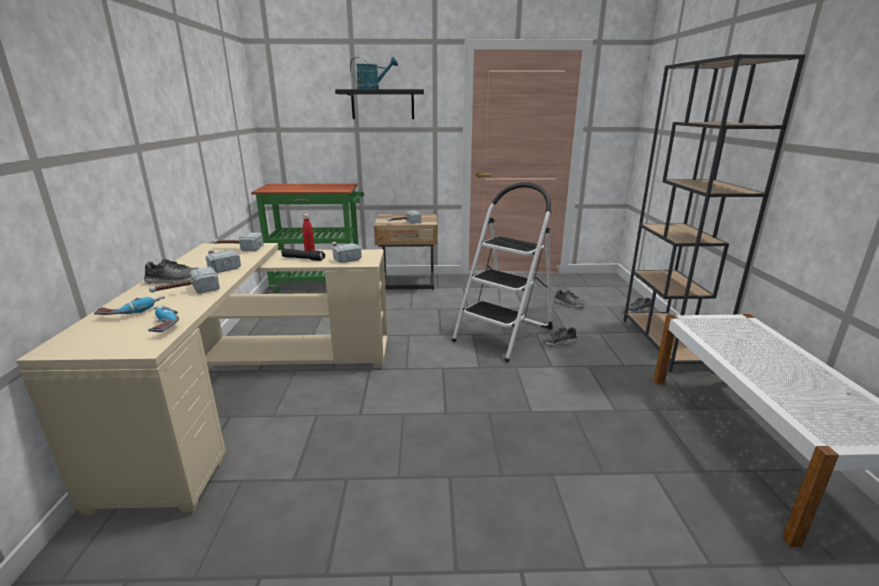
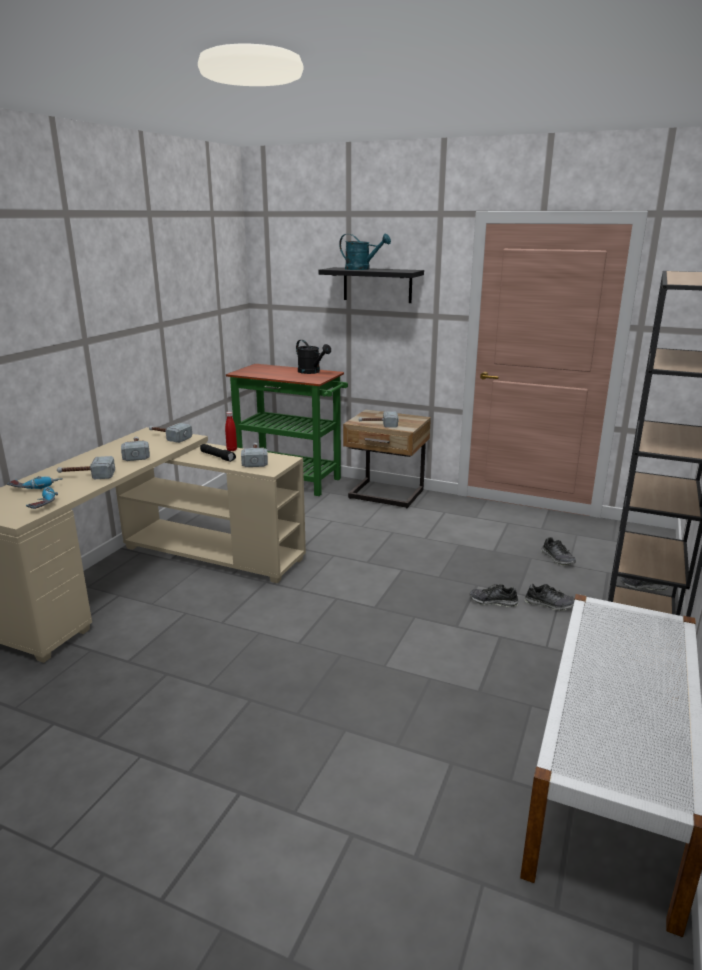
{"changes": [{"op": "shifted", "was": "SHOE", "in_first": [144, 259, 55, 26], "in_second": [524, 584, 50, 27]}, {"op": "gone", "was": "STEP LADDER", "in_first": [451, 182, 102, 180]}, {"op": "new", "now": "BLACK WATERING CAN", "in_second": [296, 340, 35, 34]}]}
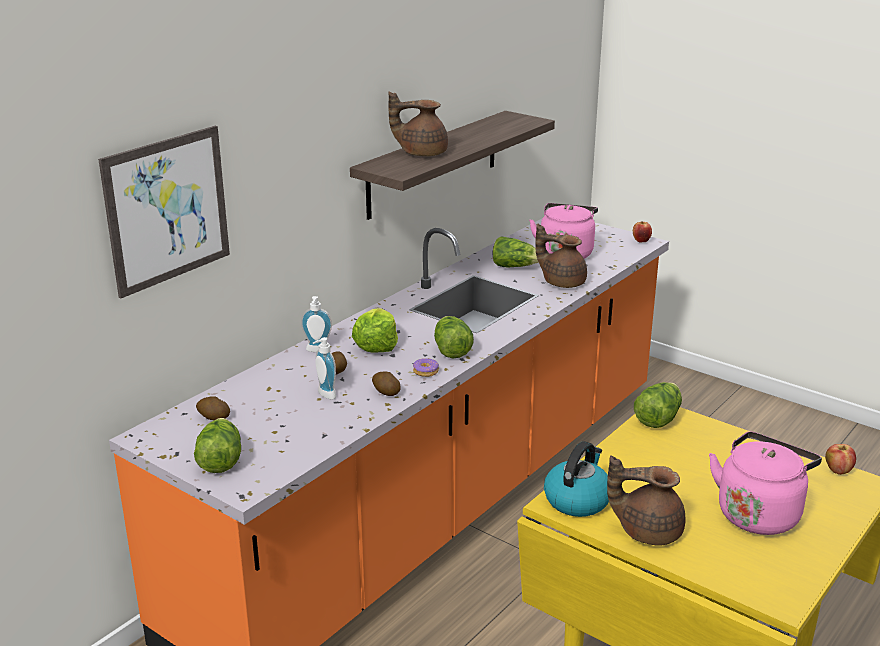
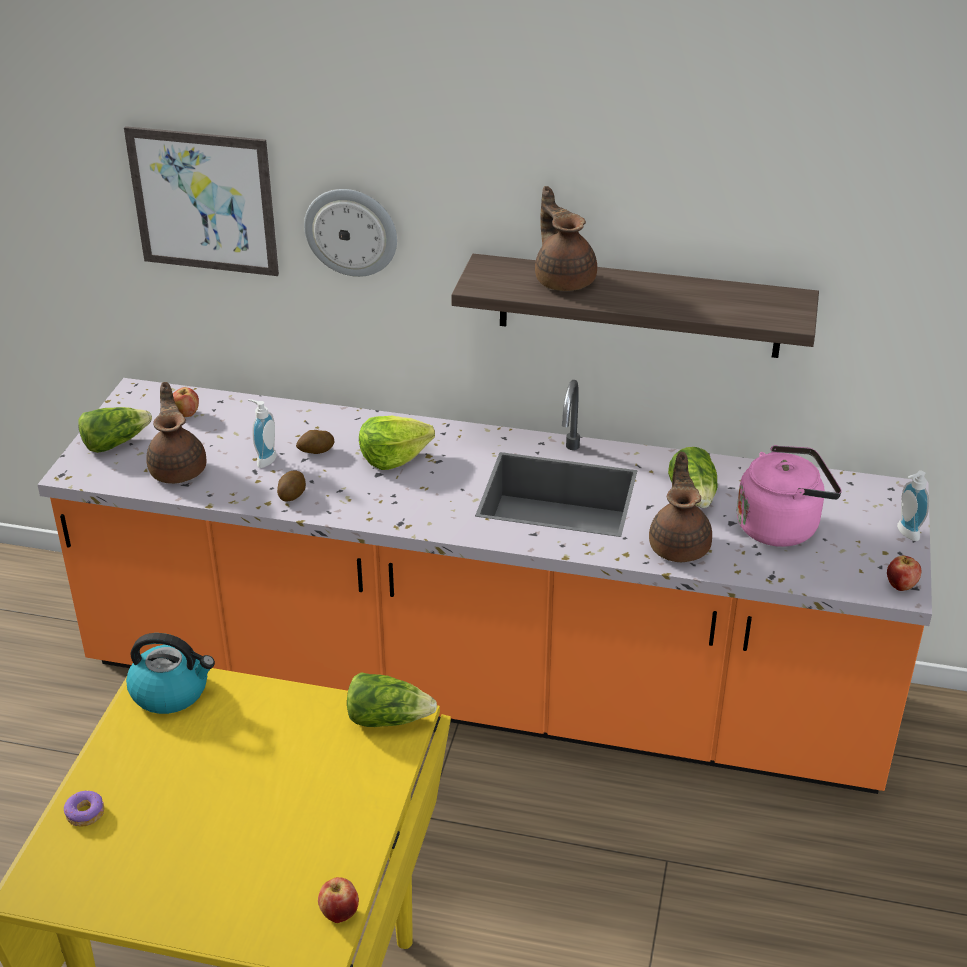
{"changes": [{"op": "swapped", "was": "POTATO", "now": "APPLE", "in_first": [196, 396, 34, 24], "in_second": [173, 387, 26, 30]}, {"op": "shifted", "was": "SOAP DISPENSER", "in_first": [301, 296, 31, 56], "in_second": [897, 471, 32, 70]}, {"op": "shifted", "was": "DONUT", "in_first": [413, 358, 26, 19], "in_second": [64, 790, 40, 36]}, {"op": "gone", "was": "LETTUCE", "in_first": [434, 316, 40, 42]}, {"op": "shifted", "was": "BROWN TEAPOT", "in_first": [607, 456, 79, 90], "in_second": [146, 382, 60, 102]}, {"op": "gone", "was": "PINK KETTLE", "in_first": [709, 431, 113, 104]}, {"op": "new", "now": "WALL CLOCK", "in_second": [304, 189, 93, 88]}]}
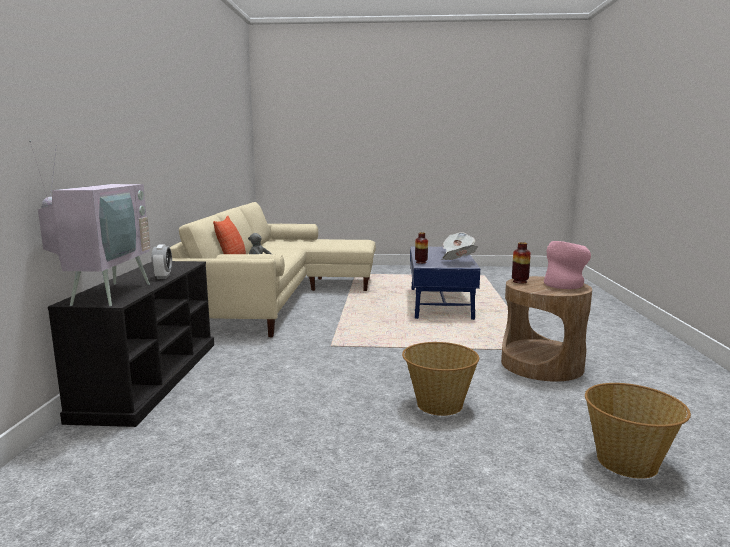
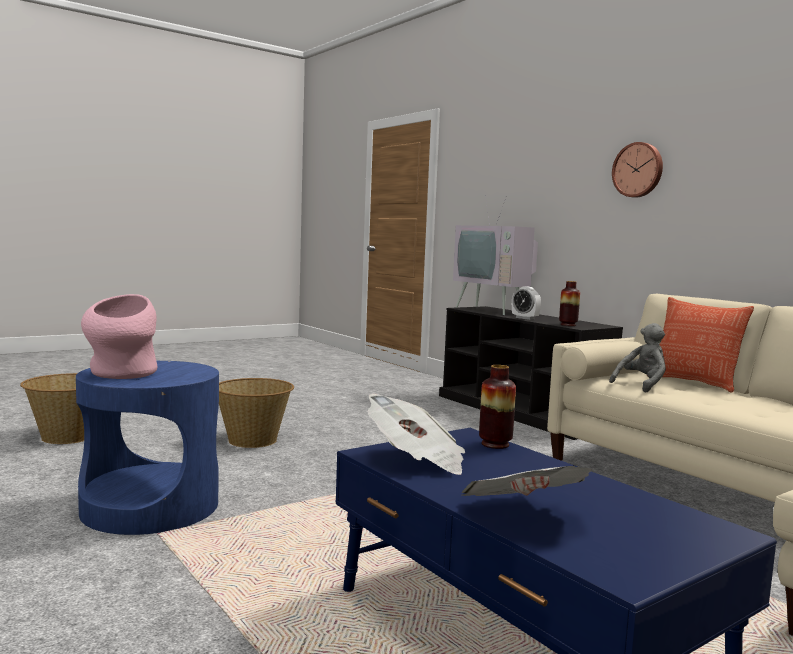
{"changes": [{"op": "repainted", "was": "BROWN SIDE TABLE", "now": "BLUE SIDE TABLE", "in_first": [501, 276, 91, 106], "in_second": [76, 361, 143, 174]}, {"op": "shifted", "was": "VASE", "in_first": [512, 242, 19, 41], "in_second": [559, 281, 21, 45]}, {"op": "new", "now": "WALL CLOCK", "in_second": [612, 142, 51, 56]}]}
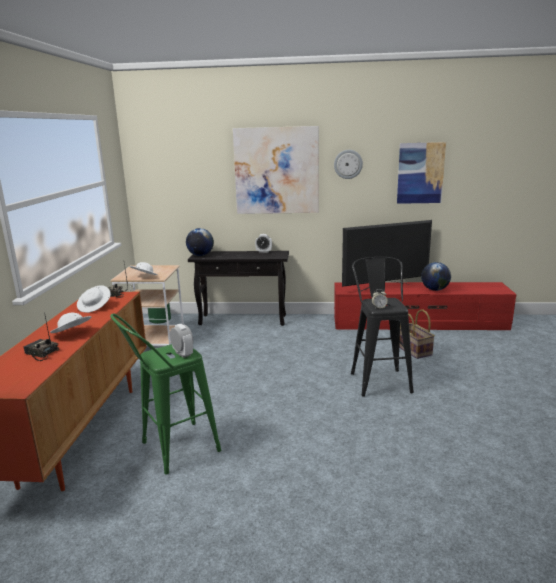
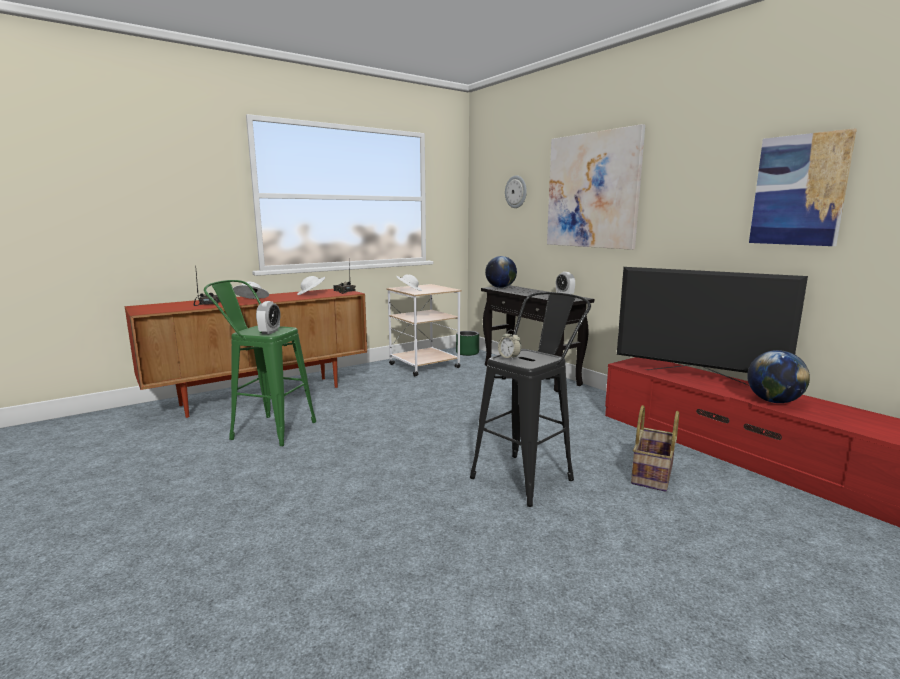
{"changes": [{"op": "shifted", "was": "WALL CLOCK", "in_first": [334, 150, 29, 29], "in_second": [505, 175, 22, 33]}]}
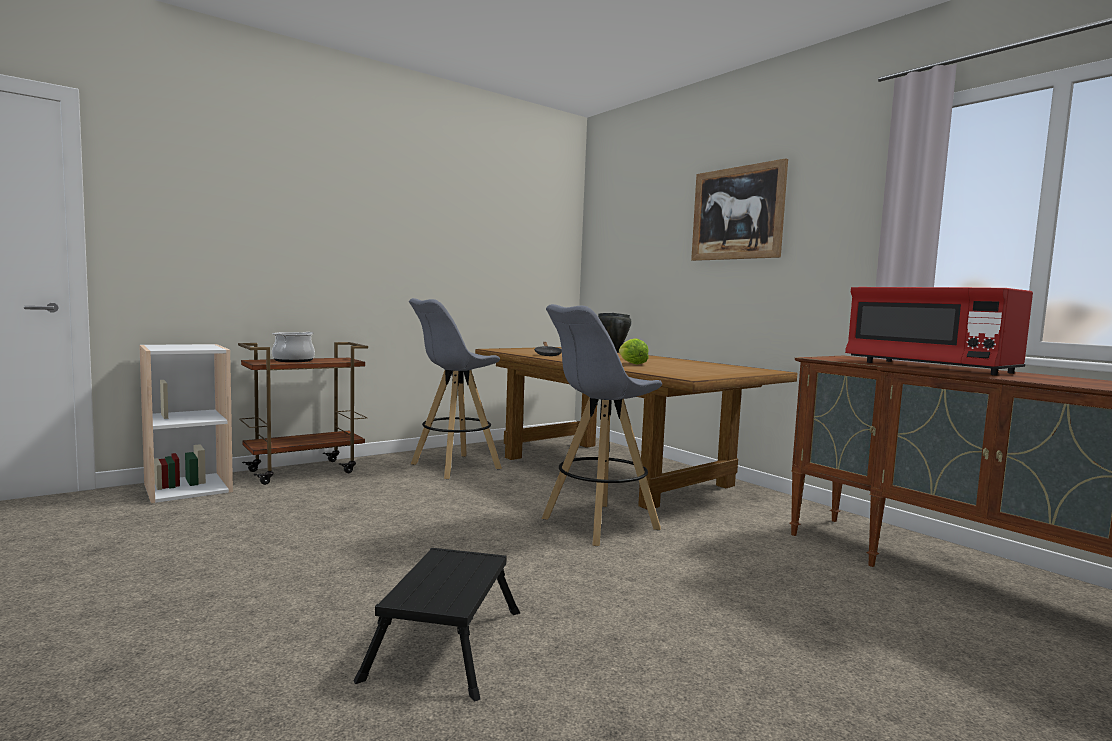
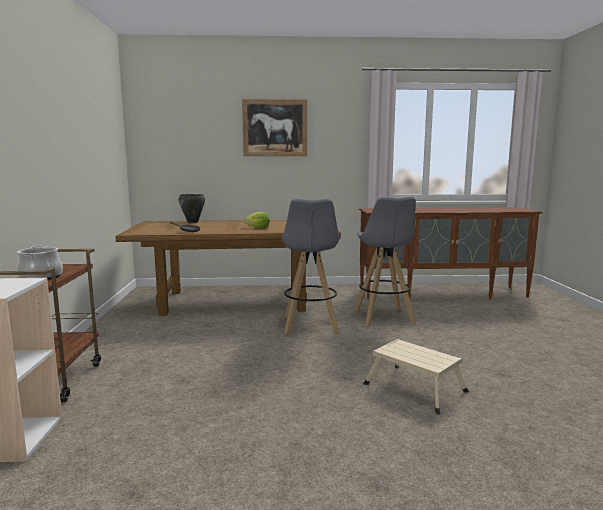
{"changes": [{"op": "repainted", "was": "BLACK STEP LADDER", "now": "BEIGE STEP LADDER", "in_first": [354, 548, 166, 154], "in_second": [363, 339, 106, 75]}, {"op": "shifted", "was": "GREY STOOL", "in_first": [409, 298, 93, 181], "in_second": [354, 196, 62, 130]}, {"op": "gone", "was": "RED MICROWAVE", "in_first": [845, 287, 188, 88]}]}
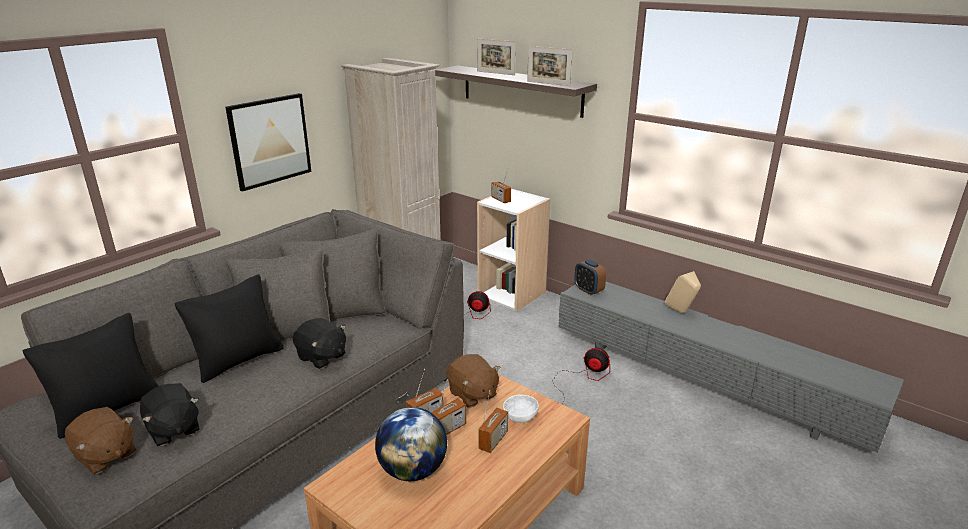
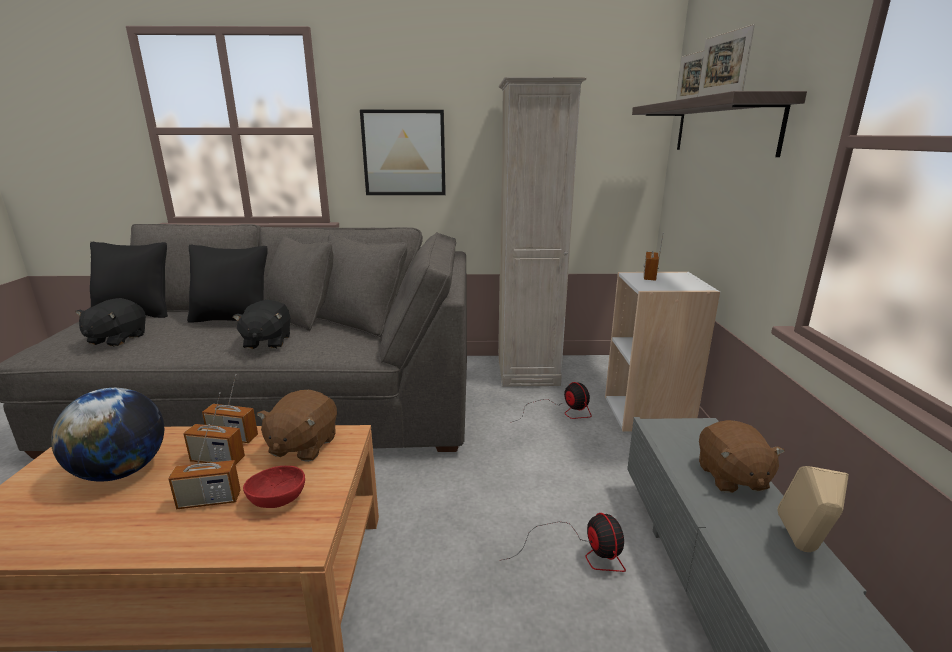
{"changes": [{"op": "shifted", "was": "BROWN PLUSH TOY", "in_first": [65, 407, 71, 68], "in_second": [699, 420, 86, 73]}, {"op": "repainted", "was": "WHITE BOWL", "now": "RED BOWL", "in_first": [503, 394, 36, 29], "in_second": [243, 466, 62, 42]}, {"op": "gone", "was": "ALARM CLOCK", "in_first": [574, 260, 32, 35]}]}
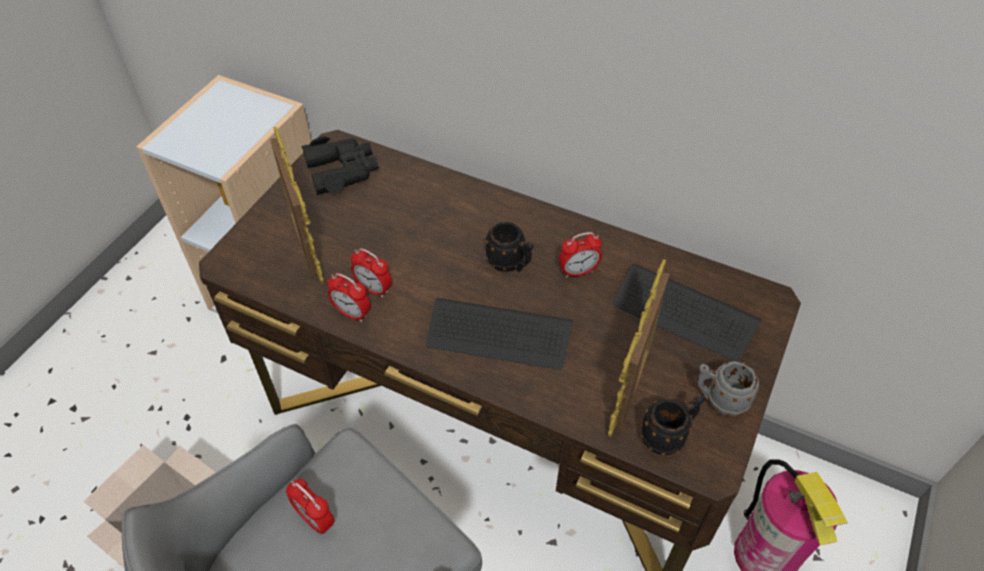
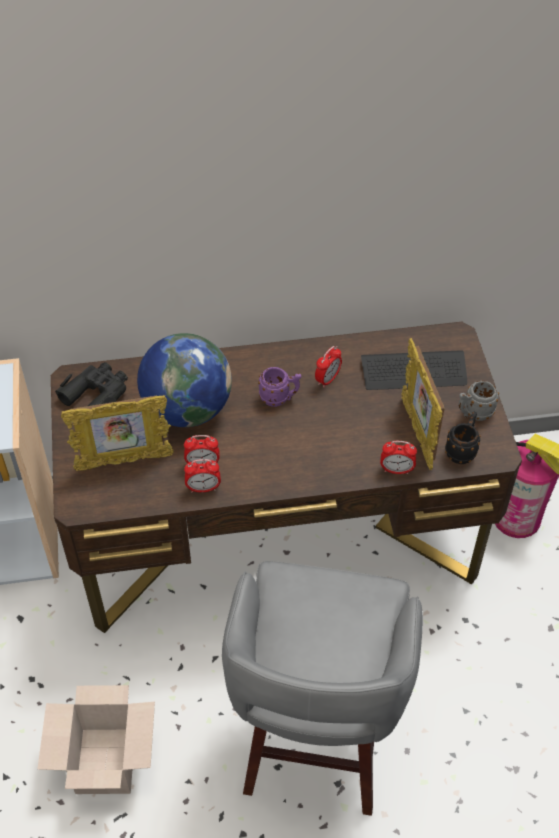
{"changes": [{"op": "rotated", "was": "PICTURE FRAME", "in_first": [270, 127, 54, 157], "in_second": [61, 395, 113, 76], "clockwise": 135}, {"op": "shifted", "was": "ALARM CLOCK", "in_first": [286, 479, 48, 56], "in_second": [380, 441, 37, 33]}, {"op": "gone", "was": "KEYBOARD", "in_first": [426, 298, 147, 72]}, {"op": "repainted", "was": "BLACK MUG", "now": "PURPLE MUG", "in_first": [485, 222, 49, 50], "in_second": [258, 367, 43, 40]}, {"op": "new", "now": "GLOBE", "in_second": [137, 333, 95, 94]}]}
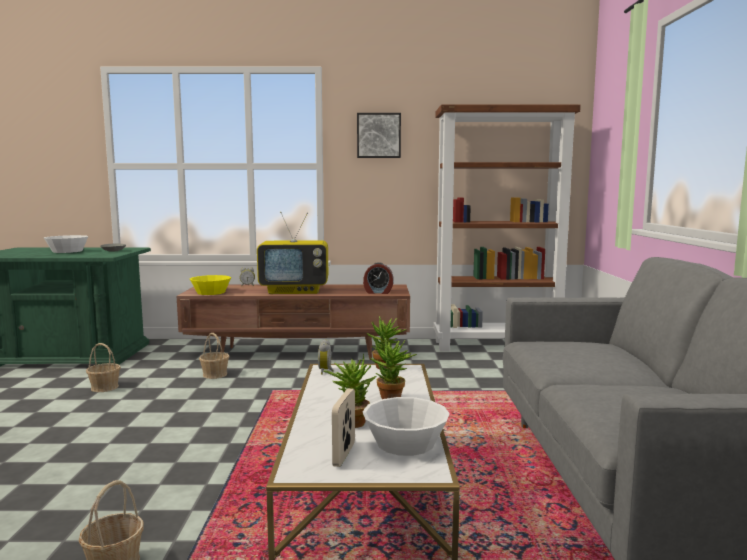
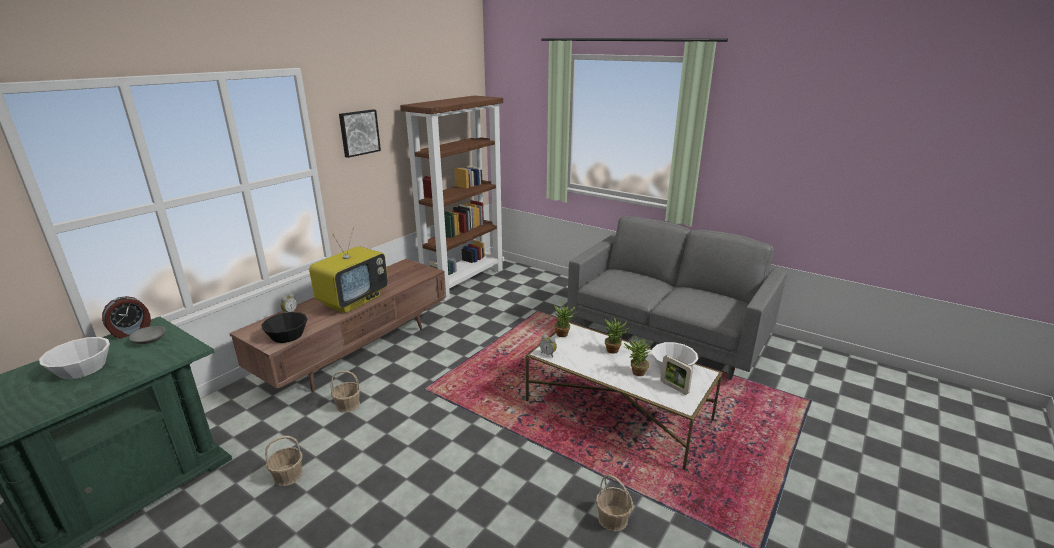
{"changes": [{"op": "repainted", "was": "YELLOW BOWL", "now": "BLACK BOWL", "in_first": [190, 275, 41, 20], "in_second": [261, 312, 46, 31]}, {"op": "shifted", "was": "ALARM CLOCK", "in_first": [363, 262, 31, 32], "in_second": [102, 296, 49, 43]}]}
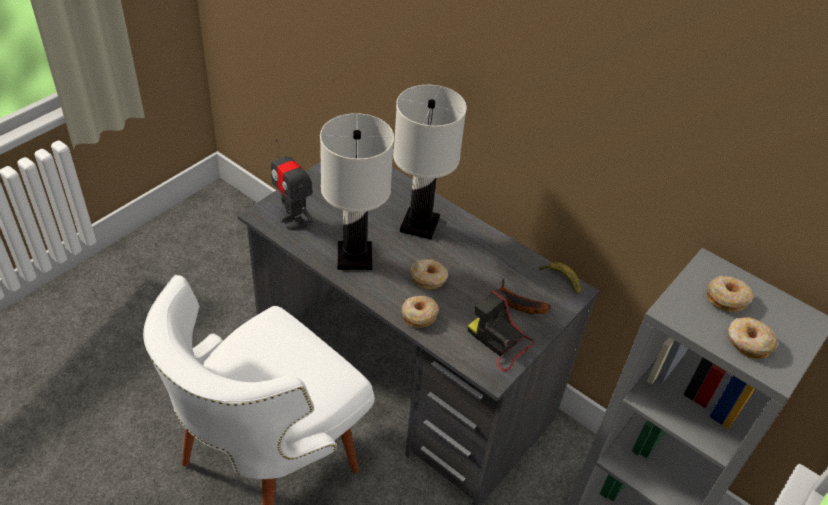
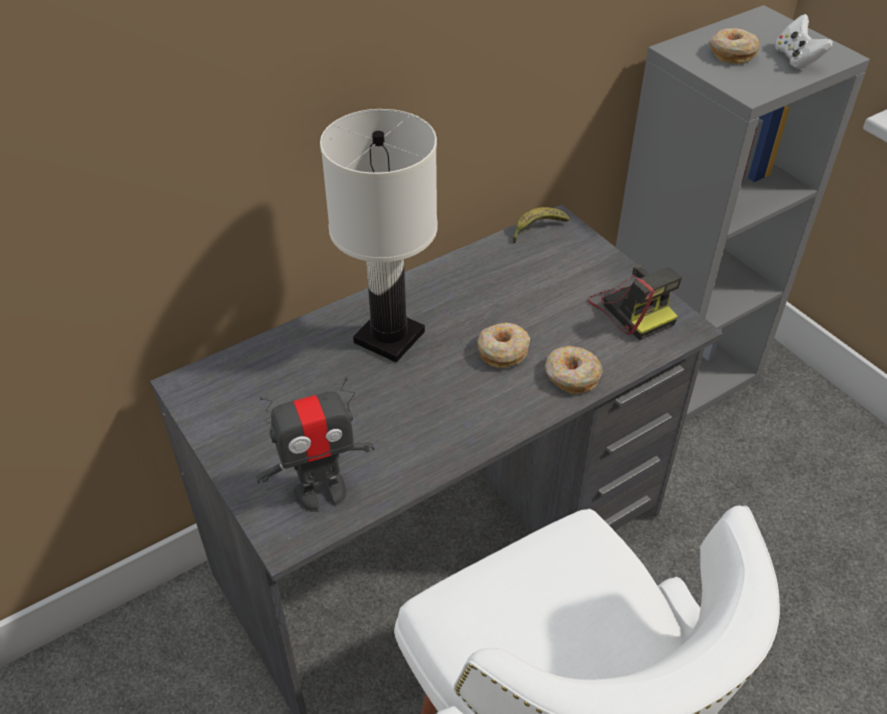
{"changes": [{"op": "gone", "was": "WHITE TABLE LAMP", "in_first": [320, 113, 74, 157]}, {"op": "rotated", "was": "PHOTO CAMERA", "in_first": [468, 289, 65, 83], "in_second": [588, 264, 94, 76], "clockwise": -90}, {"op": "gone", "was": "BANANA", "in_first": [498, 278, 53, 36]}, {"op": "swapped", "was": "DONUT", "now": "WHITE GAME CONTROLLER", "in_first": [728, 318, 49, 41], "in_second": [775, 14, 58, 55]}]}
